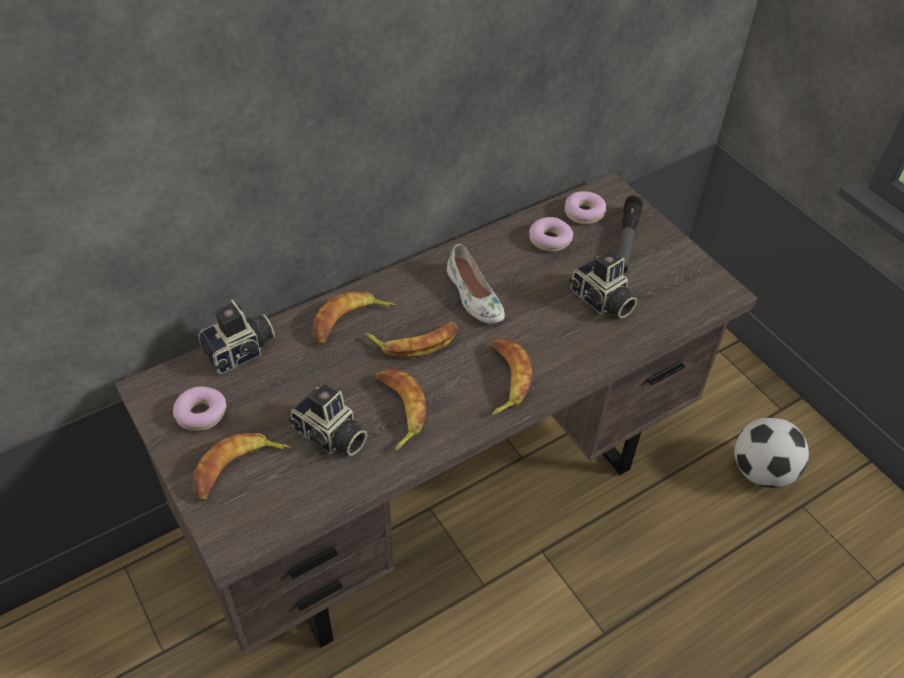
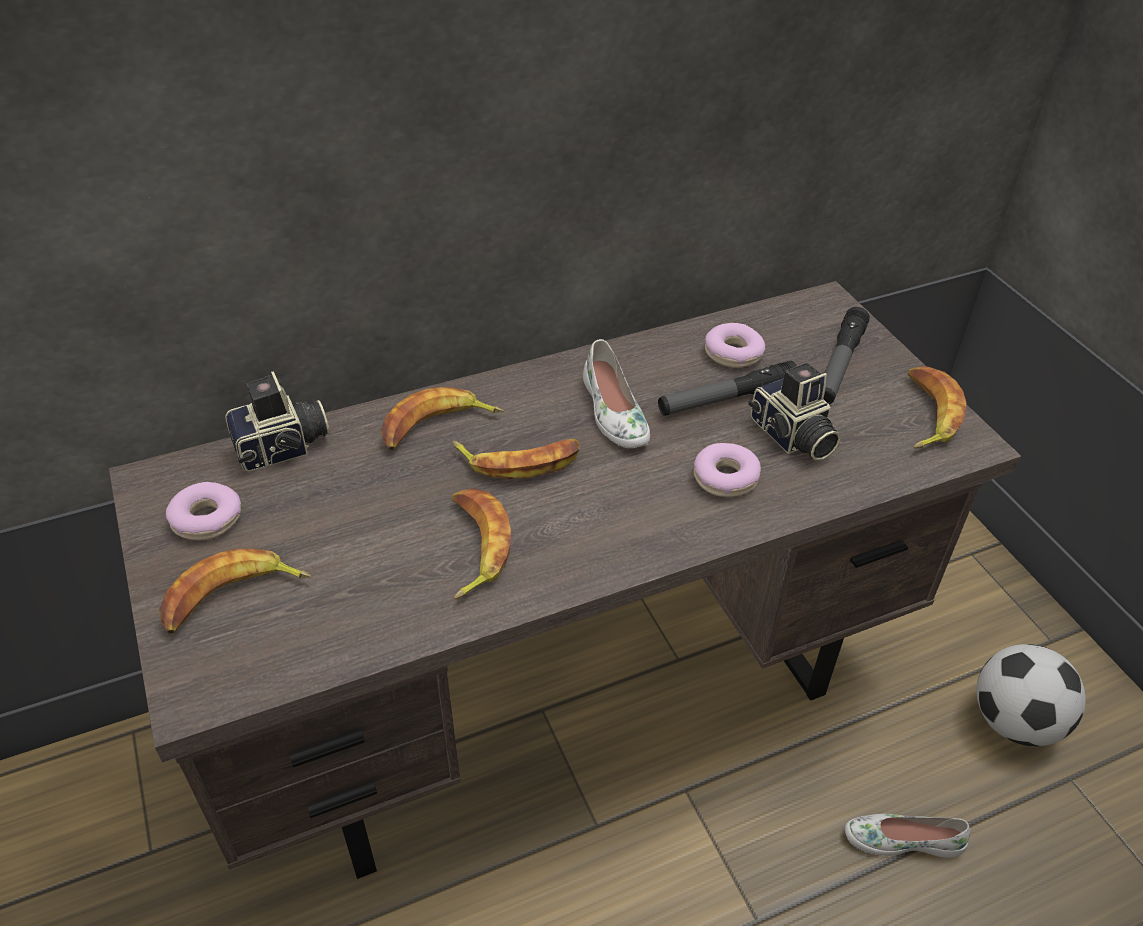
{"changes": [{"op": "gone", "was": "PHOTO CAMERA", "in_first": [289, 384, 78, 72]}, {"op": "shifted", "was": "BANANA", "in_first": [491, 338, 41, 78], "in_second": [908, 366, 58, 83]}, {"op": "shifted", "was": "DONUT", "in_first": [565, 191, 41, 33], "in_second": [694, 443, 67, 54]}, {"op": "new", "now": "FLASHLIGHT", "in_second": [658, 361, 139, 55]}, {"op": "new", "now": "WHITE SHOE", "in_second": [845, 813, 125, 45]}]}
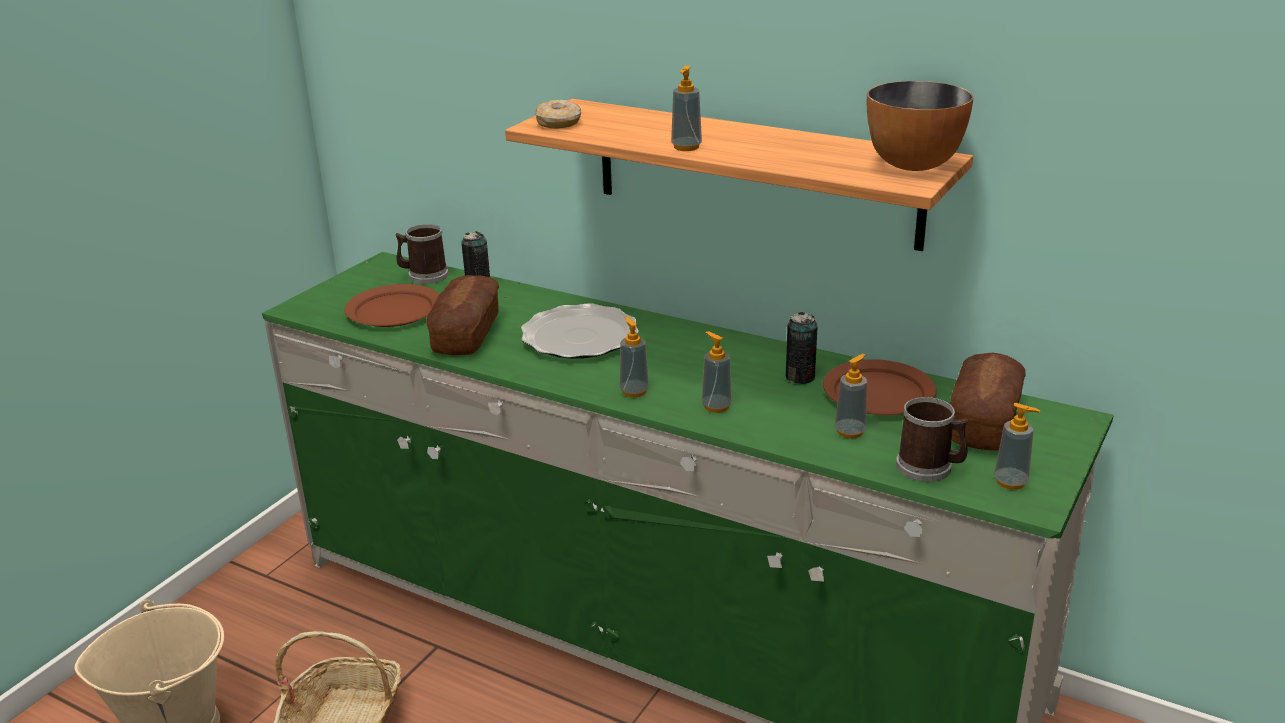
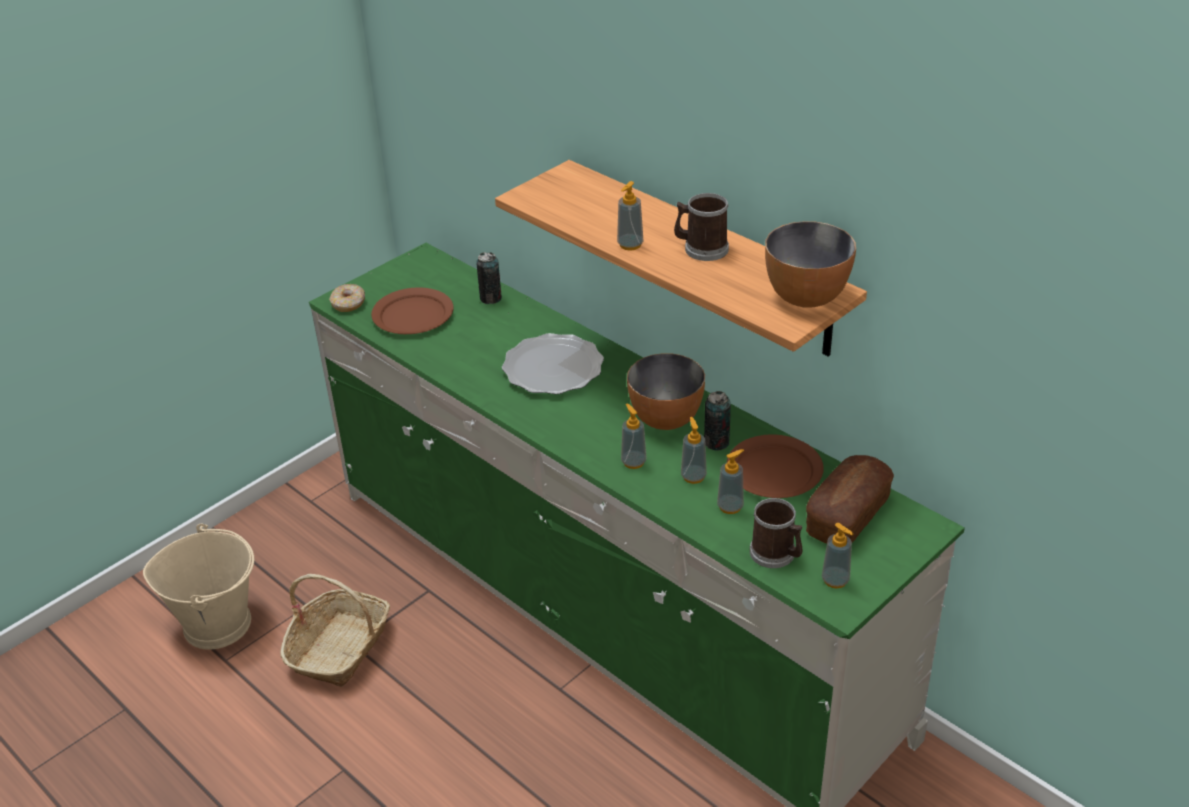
{"changes": [{"op": "shifted", "was": "MUG", "in_first": [395, 224, 54, 60], "in_second": [674, 193, 55, 68]}, {"op": "gone", "was": "BREAD", "in_first": [426, 275, 73, 80]}, {"op": "shifted", "was": "DONUT", "in_first": [536, 100, 45, 29], "in_second": [329, 284, 36, 28]}, {"op": "shifted", "was": "SOAP DISPENSER", "in_first": [620, 317, 29, 80], "in_second": [681, 417, 26, 67]}, {"op": "new", "now": "BOWL", "in_second": [627, 353, 78, 77]}]}
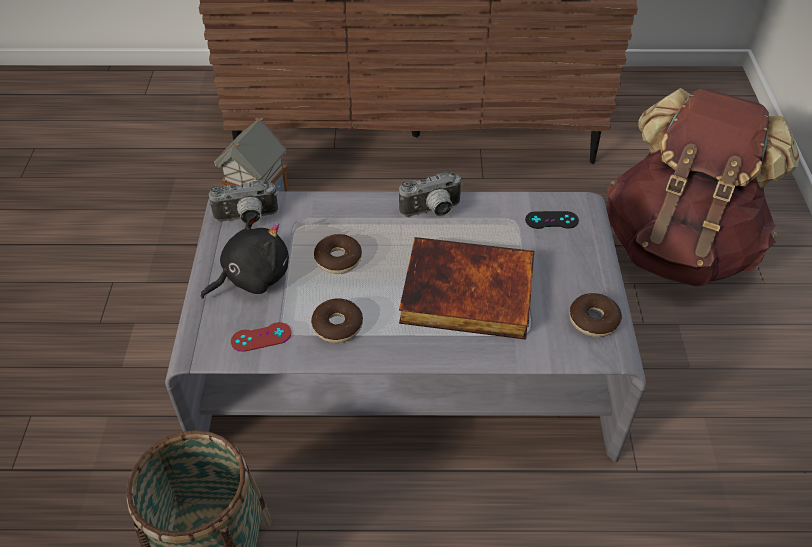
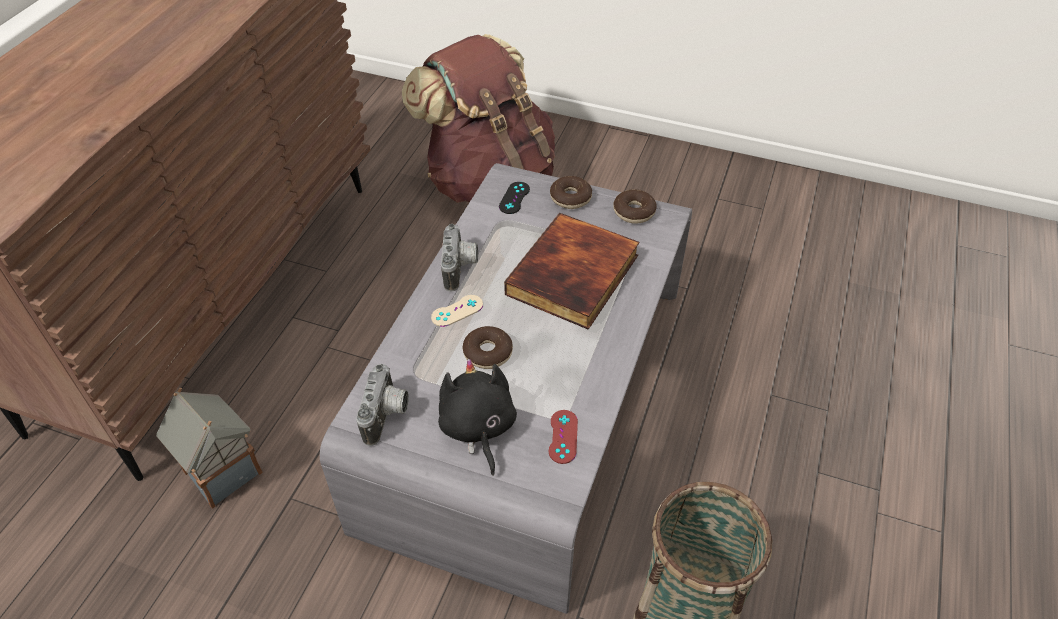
{"changes": [{"op": "shifted", "was": "DONUT", "in_first": [311, 298, 52, 45], "in_second": [550, 176, 42, 33]}, {"op": "new", "now": "BEIGE GAME CONTROLLER", "in_second": [431, 295, 52, 32]}]}
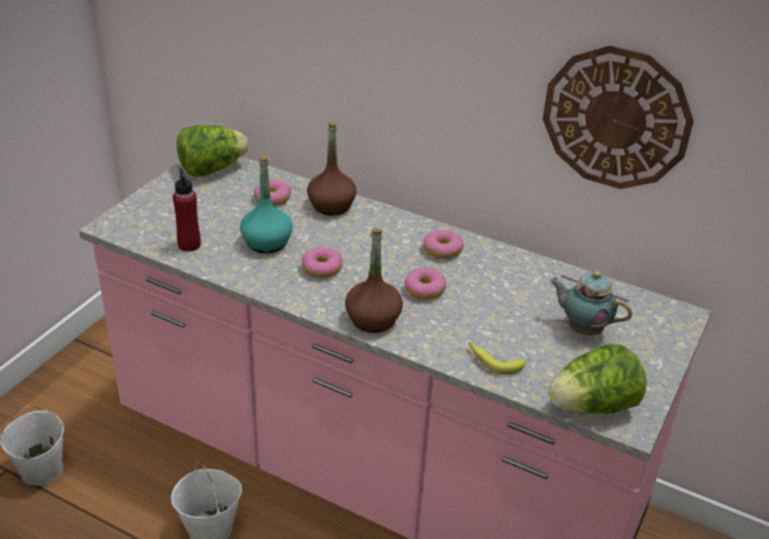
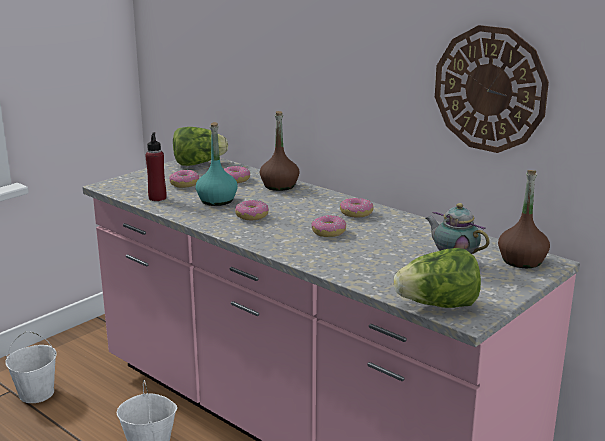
{"changes": [{"op": "shifted", "was": "BROWN BOTTLE", "in_first": [345, 228, 58, 105], "in_second": [498, 170, 52, 98]}, {"op": "gone", "was": "BANANA", "in_first": [468, 342, 57, 33]}, {"op": "new", "now": "DONUT", "in_second": [169, 169, 30, 19]}]}
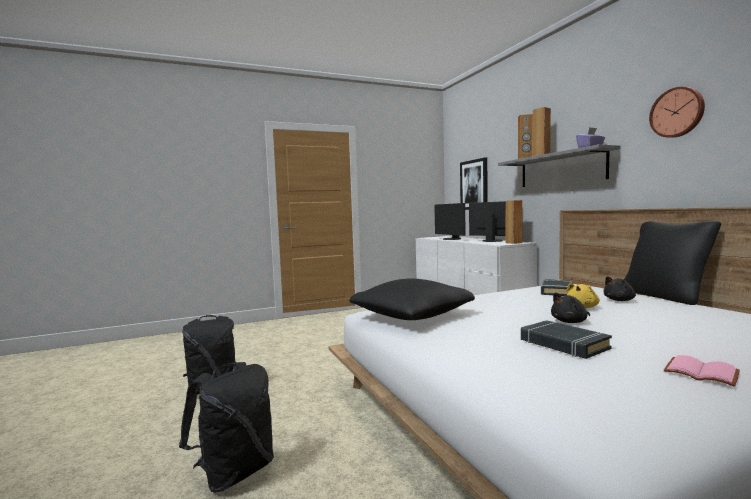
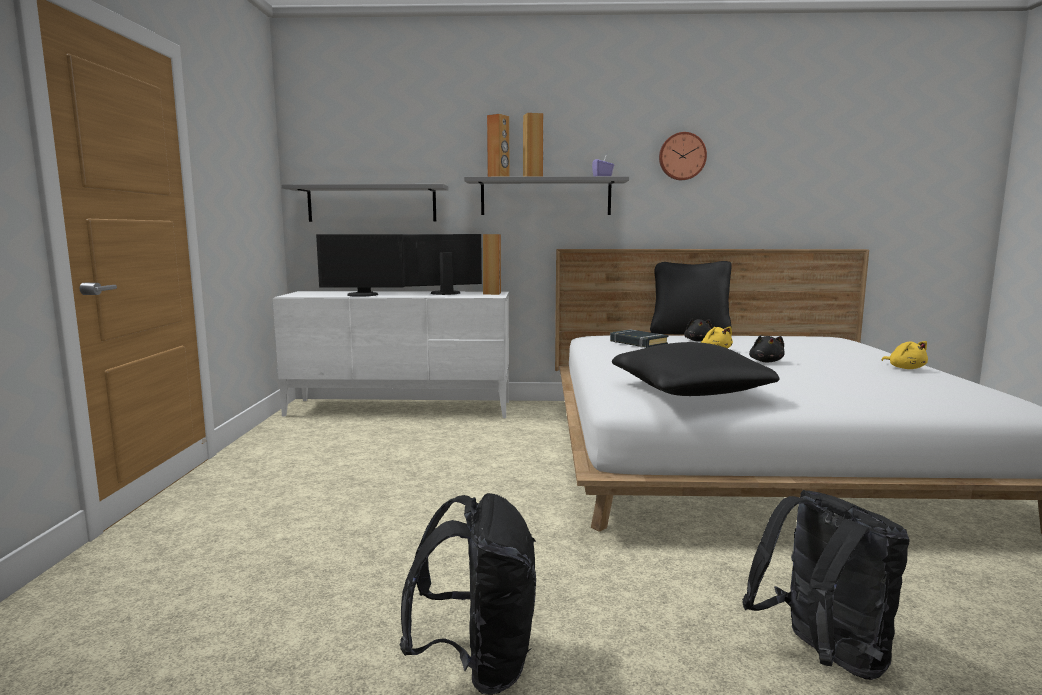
{"changes": [{"op": "swapped", "was": "PICTURE", "now": "GREY SHELF", "in_first": [460, 157, 28, 53], "in_second": [281, 184, 168, 38]}, {"op": "gone", "was": "BLACK BOOK", "in_first": [521, 320, 91, 39]}, {"op": "swapped", "was": "PINK BOOK", "now": "YELLOW PLUSH TOY", "in_first": [664, 355, 76, 32], "in_second": [882, 341, 46, 28]}]}
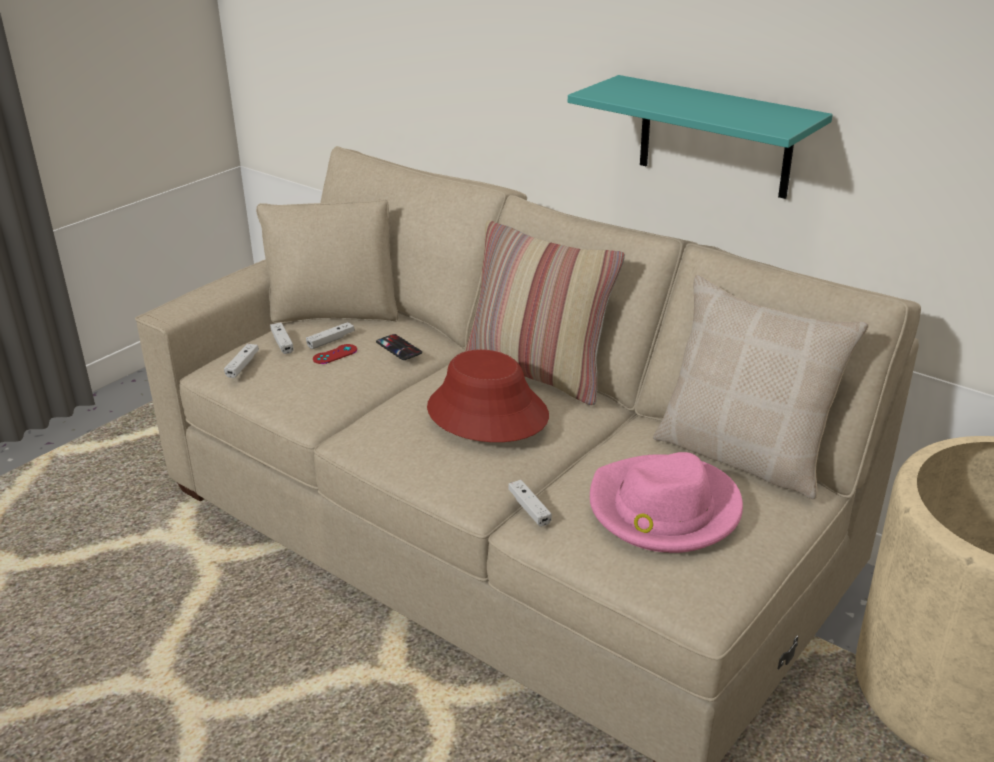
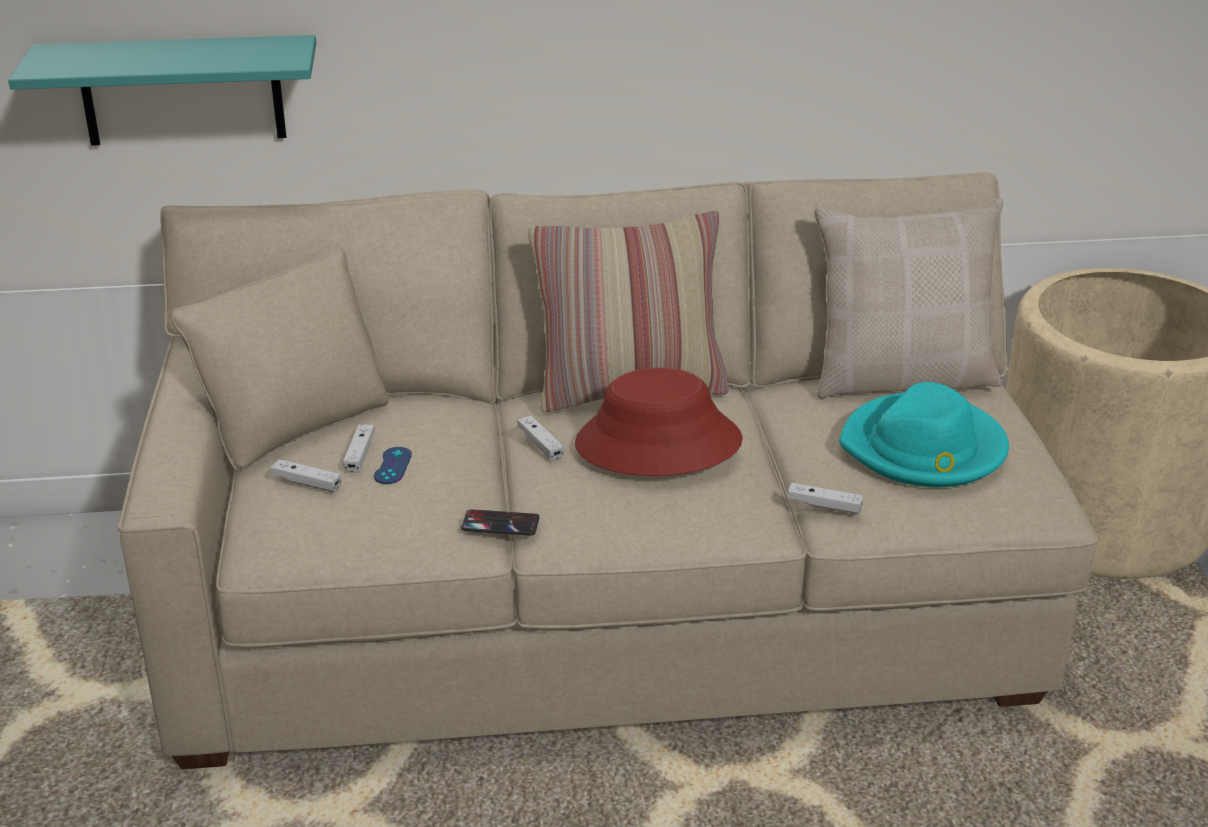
{"changes": [{"op": "shifted", "was": "WHITE GAME CONTROLLER", "in_first": [224, 344, 35, 34], "in_second": [517, 416, 47, 45]}, {"op": "repainted", "was": "RED GAME CONTROLLER", "now": "BLUE GAME CONTROLLER", "in_first": [313, 344, 44, 20], "in_second": [374, 447, 38, 37]}, {"op": "shifted", "was": "PHONE", "in_first": [376, 334, 46, 26], "in_second": [461, 509, 79, 27]}, {"op": "shifted", "was": "TURQUOISE SHELF", "in_first": [568, 75, 265, 124], "in_second": [8, 35, 308, 111]}, {"op": "repainted", "was": "PINK HAT", "now": "TURQUOISE HAT", "in_first": [590, 452, 153, 101], "in_second": [839, 382, 170, 106]}]}
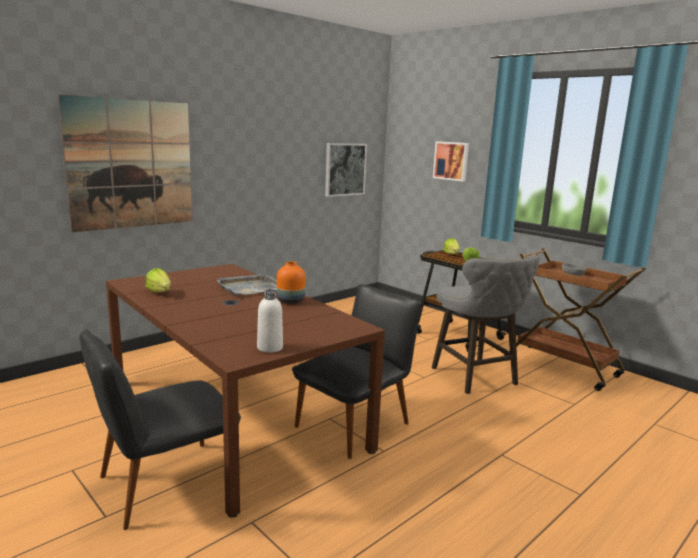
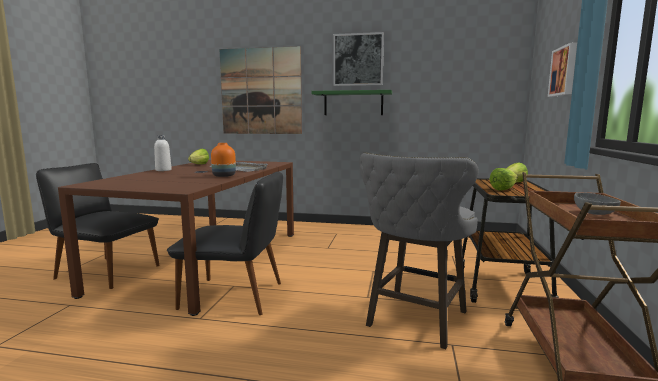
{"changes": [{"op": "shifted", "was": "WHITE BOTTLE", "in_first": [257, 289, 26, 64], "in_second": [154, 135, 18, 36]}, {"op": "shifted", "was": "PICTURE", "in_first": [325, 143, 42, 54], "in_second": [333, 32, 51, 54]}, {"op": "new", "now": "GREEN SHELF", "in_second": [312, 90, 80, 25]}]}
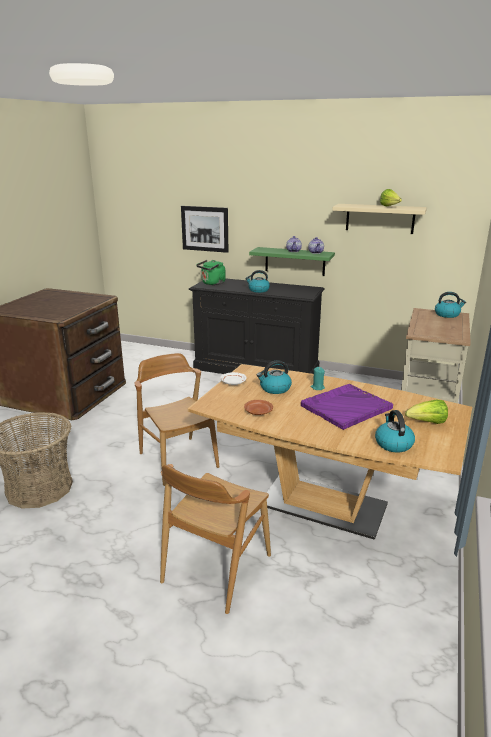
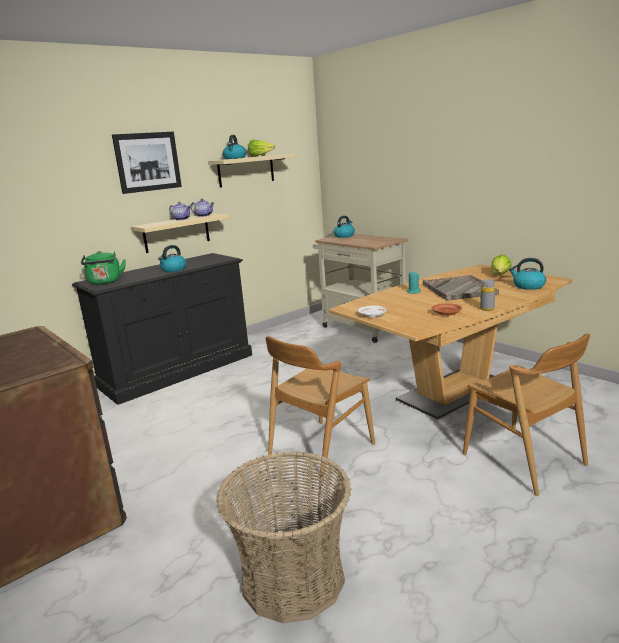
{"changes": [{"op": "rotated", "was": "BROWN CHAIR", "in_first": [134, 353, 86, 133], "in_second": [266, 336, 109, 145], "clockwise": -45}, {"op": "shifted", "was": "PICTURE", "in_first": [181, 206, 47, 47], "in_second": [112, 132, 70, 62]}, {"op": "repainted", "was": "GREEN SHELF", "now": "BEIGE SHELF", "in_first": [249, 247, 86, 29], "in_second": [131, 213, 99, 40]}, {"op": "shifted", "was": "KETTLE", "in_first": [257, 360, 35, 34], "in_second": [223, 135, 23, 24]}, {"op": "repainted", "was": "PURPLE TRAY", "now": "GREY TRAY", "in_first": [301, 384, 92, 46], "in_second": [423, 275, 76, 25]}, {"op": "new", "now": "GREY BOTTLE", "in_second": [480, 279, 15, 32]}]}
